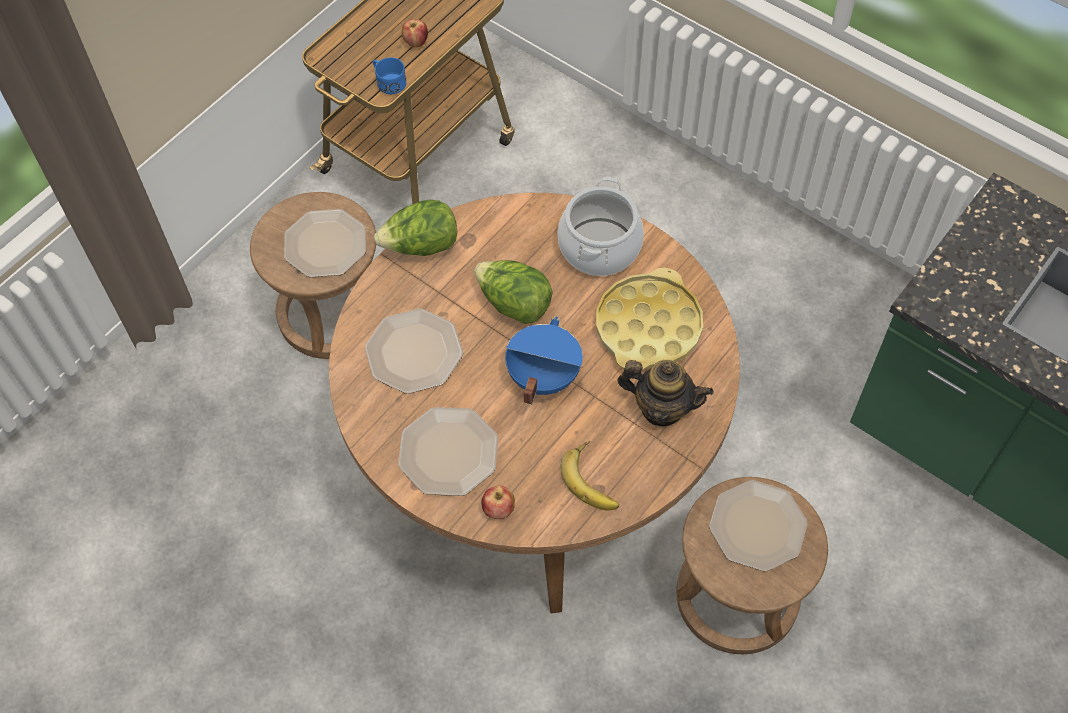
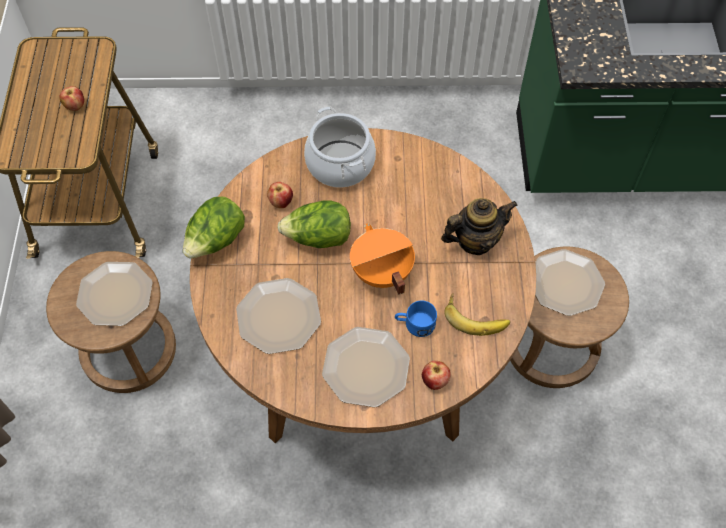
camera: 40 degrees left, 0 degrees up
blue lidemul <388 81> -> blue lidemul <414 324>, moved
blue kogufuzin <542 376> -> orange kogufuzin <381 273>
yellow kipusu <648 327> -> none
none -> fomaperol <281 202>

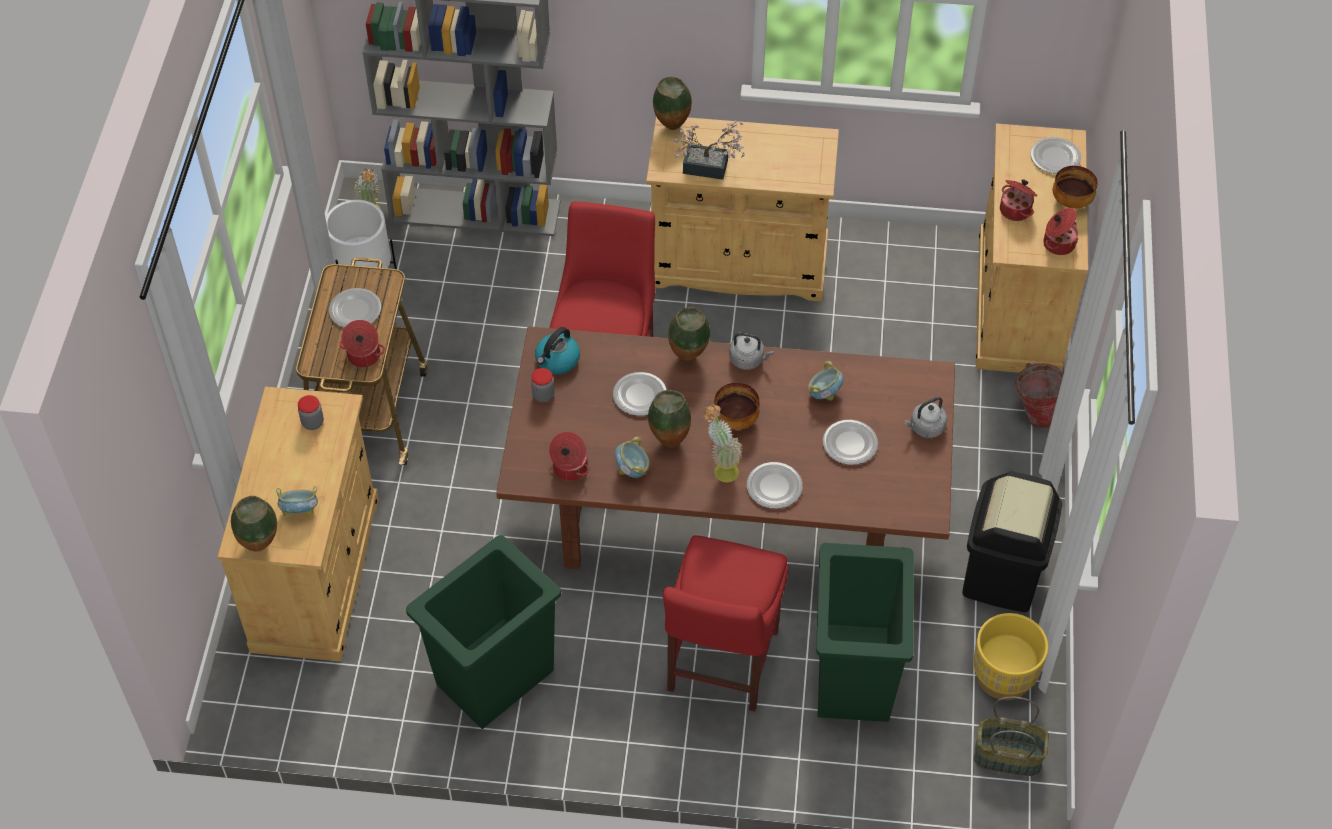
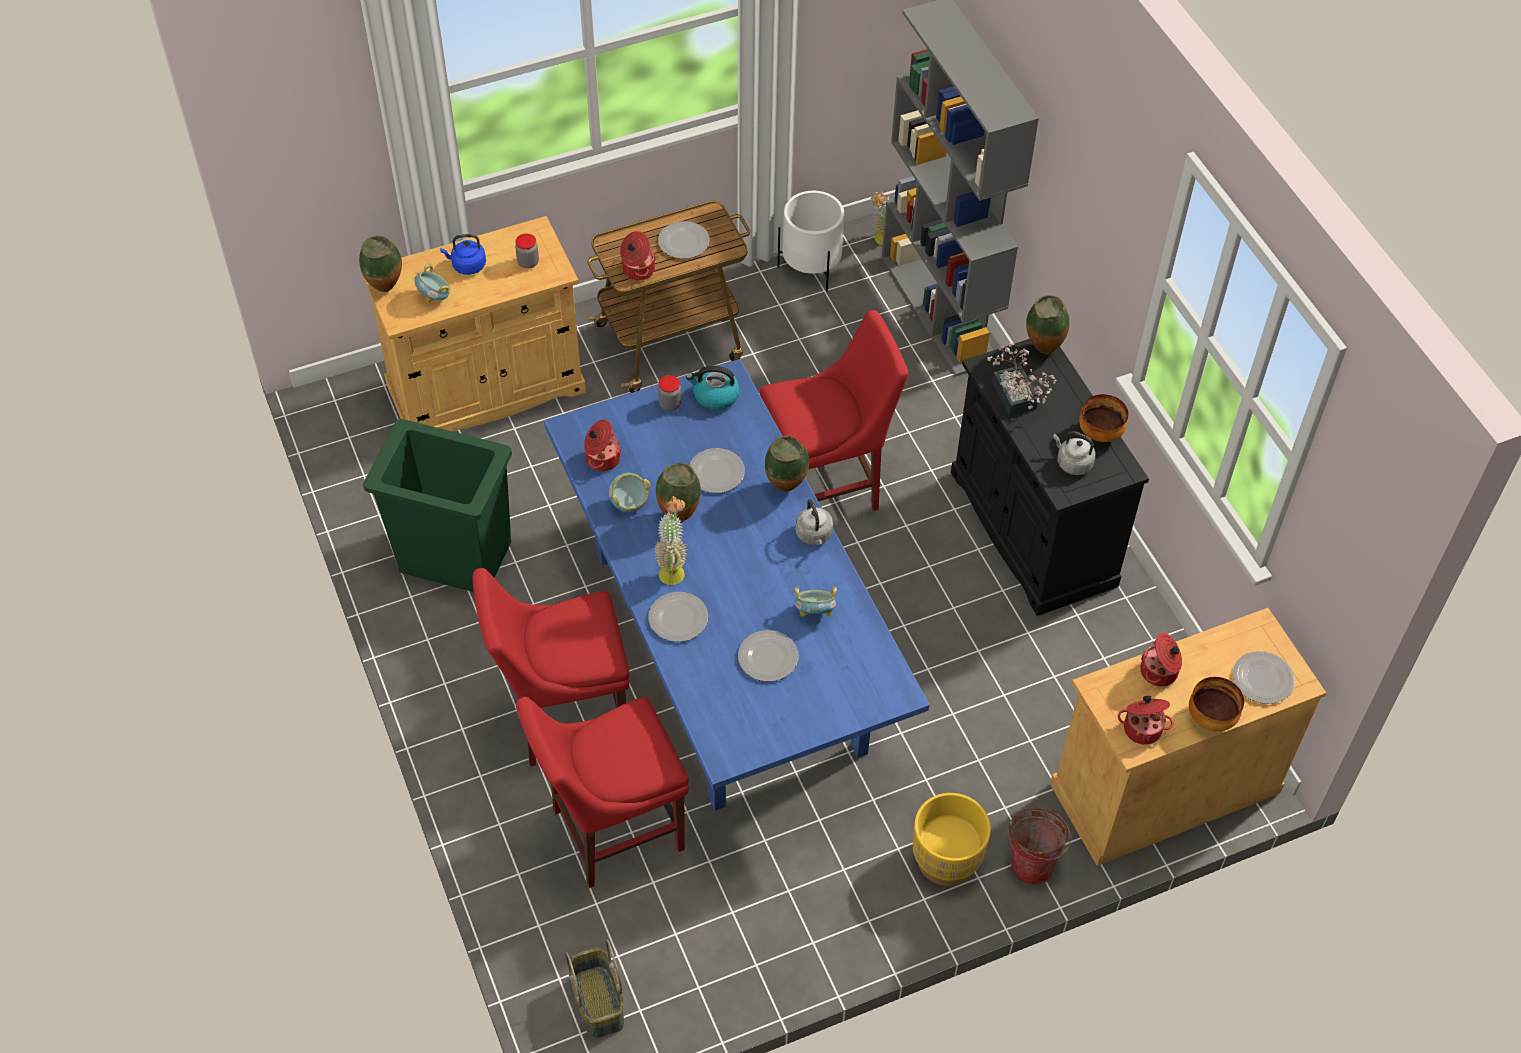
camera: 60 degrees right, 0 degrees up
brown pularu <728 517> -> blue pularu <729 652>
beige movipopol <738 263> -> black movipopol <1032 528>
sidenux <736 419> -> sidenux <1100 433>, moved
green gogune <852 678> -> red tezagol <611 831>
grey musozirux <925 428> -> grey musozirux <1072 463>, moved
black gogune <1003 575> -> none
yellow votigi <1003 676> -> yellow votigi <946 859>, moved
none -> blue musozirux <467 266>

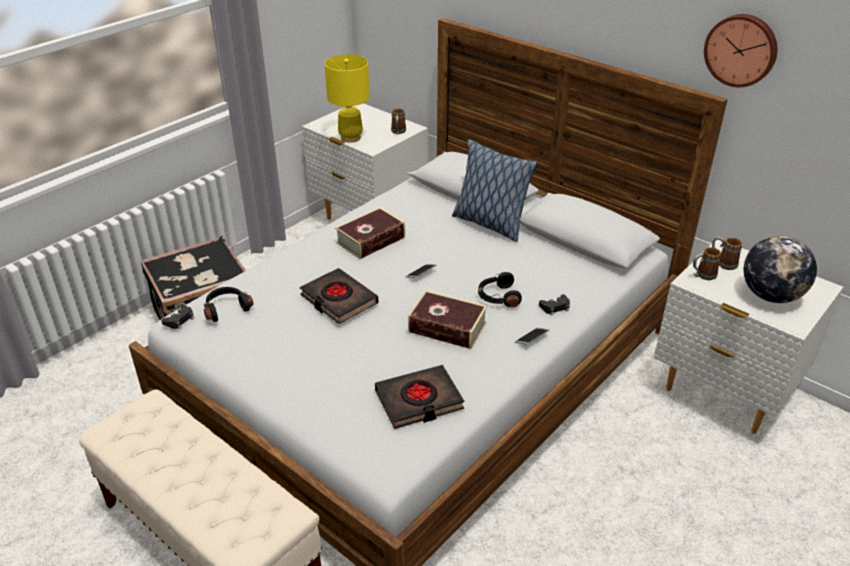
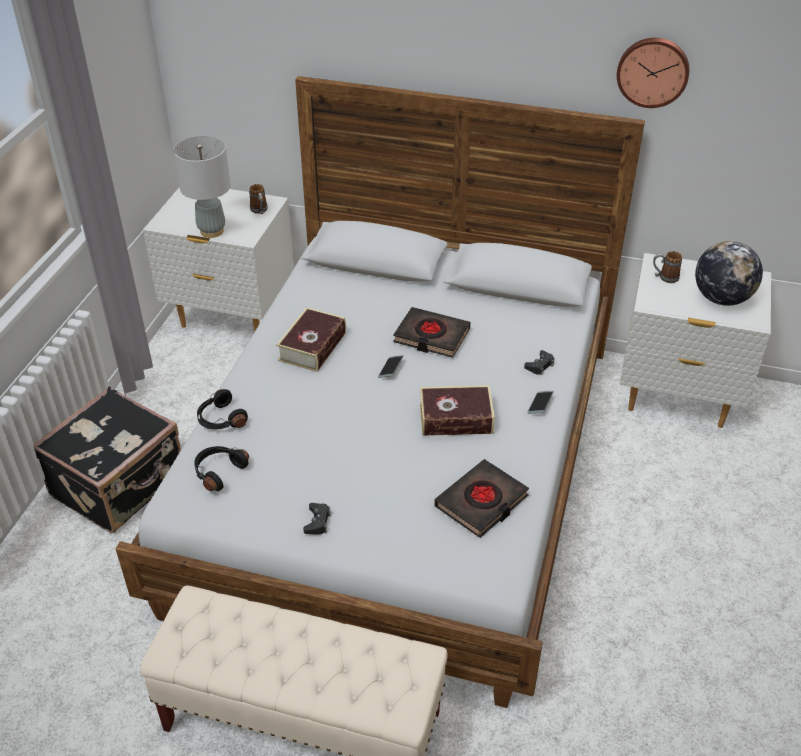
camera: 25 degrees left, 5 degrees up
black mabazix <179 320> -> black mabazix <317 522>, moved
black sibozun <338 300> -> black sibozun <431 336>, moved
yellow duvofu <351 138> -> grey duvofu <212 231>
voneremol <489 223> -> none
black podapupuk <498 297> -> black podapupuk <220 419>, moved
lidemul <702 275> -> none

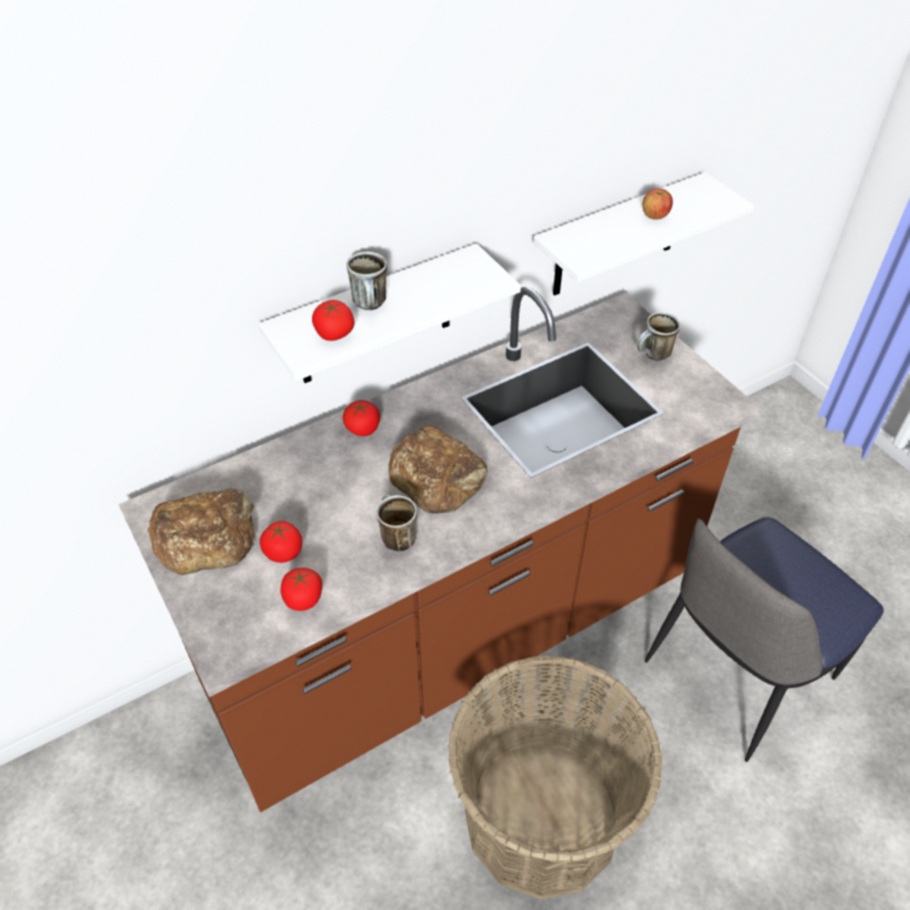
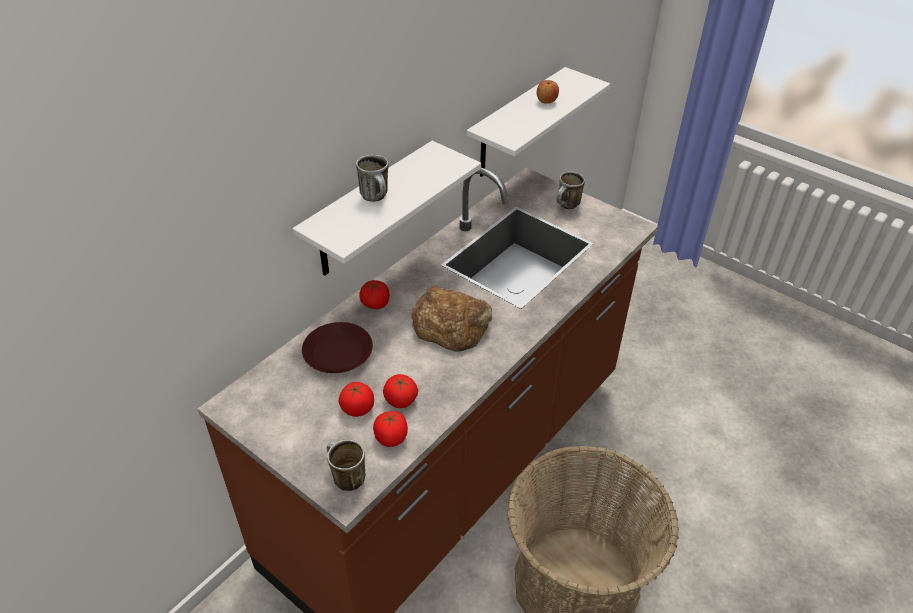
camera: 20 degrees left, 5 degrees down
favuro <205 536> -> none
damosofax <334 334> -> damosofax <400 400>, moved
lidemul <395 536> -> lidemul <345 478>, moved
tezagol <735 674> -> none
none -> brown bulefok <338 354>

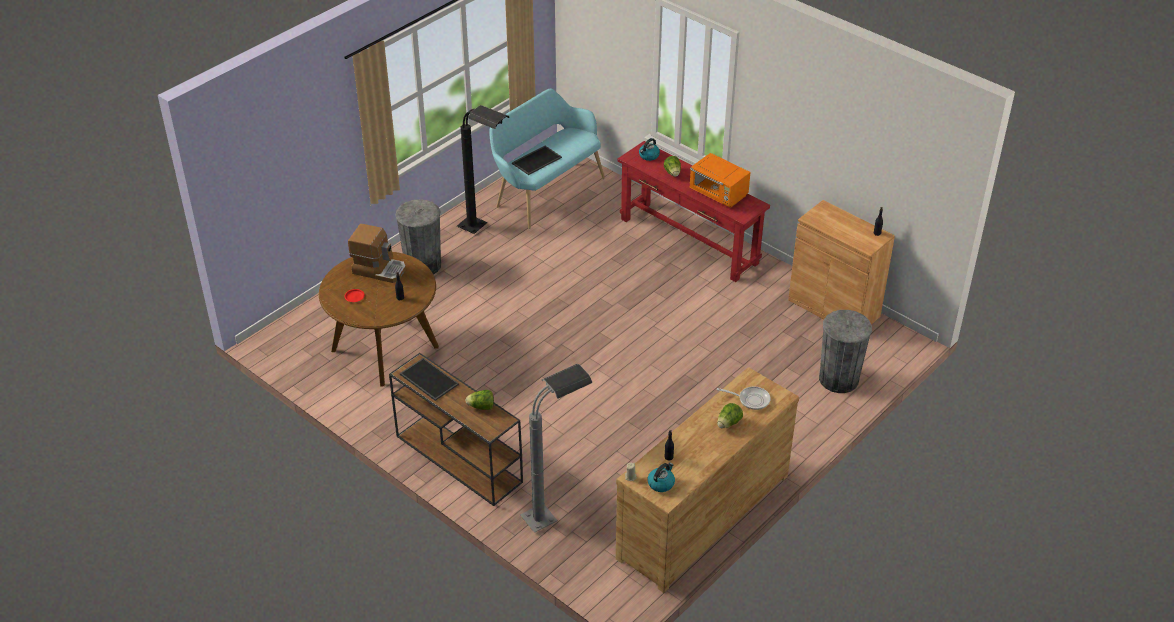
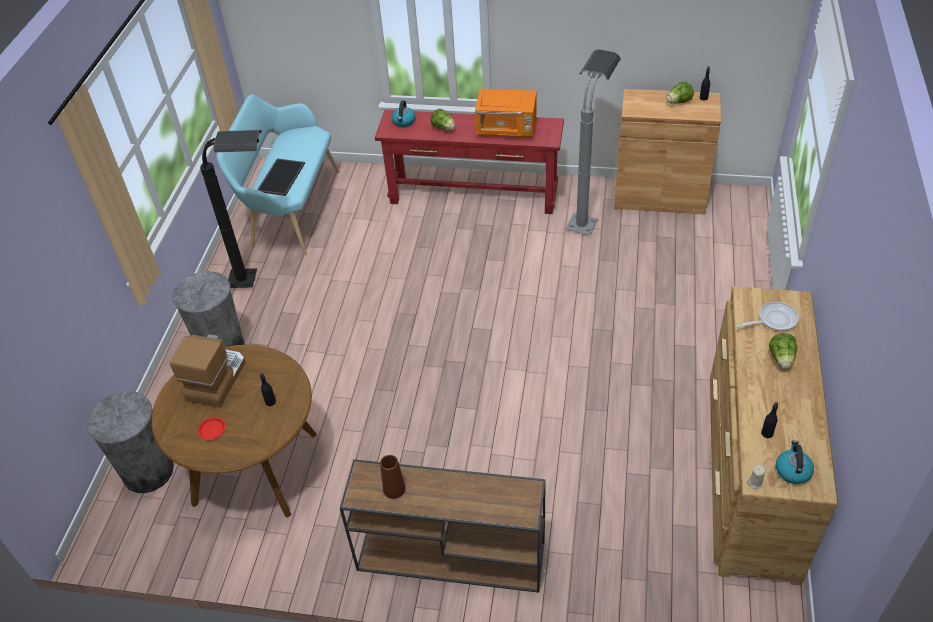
camera: 30 degrees left, 5 degrees up
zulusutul <379 269> -> zulusutul <215 380>, 60 degrees counterclockwise
kipusu <428 379> -> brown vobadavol <394 489>
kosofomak <481 407> -> kosofomak <678 102>, moved
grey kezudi <555 511> -> grey kezudi <586 214>, moved
grey gogune <839 379> -> grey gogune <148 471>, moved

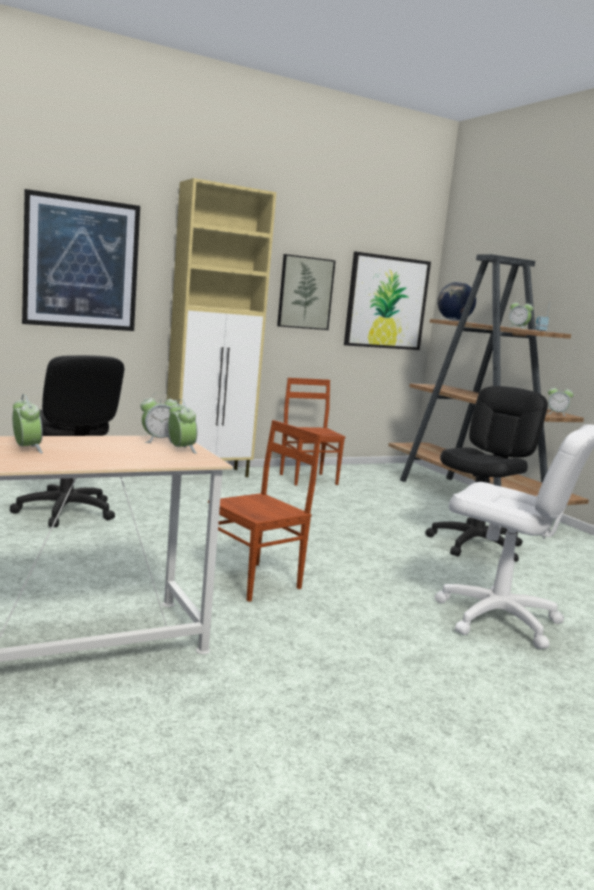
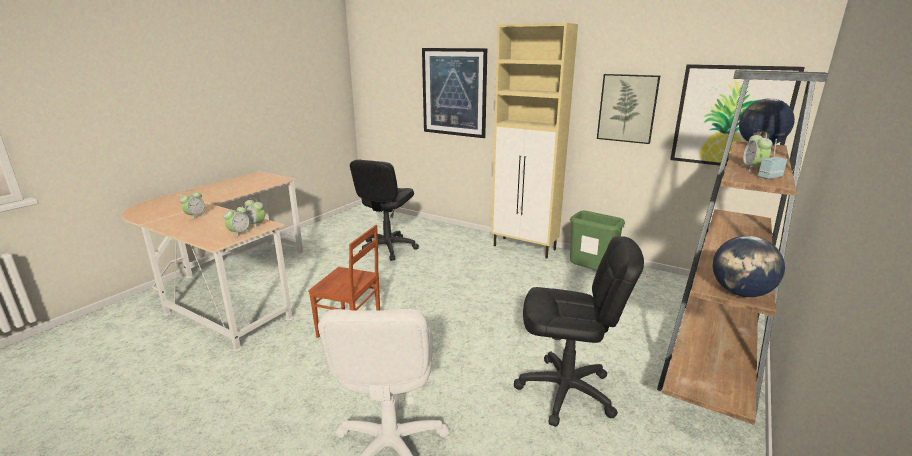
camera: 60 degrees right, 10 degrees up
brown tezagol <309 479> -> green gogune <591 274>
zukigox <557 414> -> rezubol <741 293>

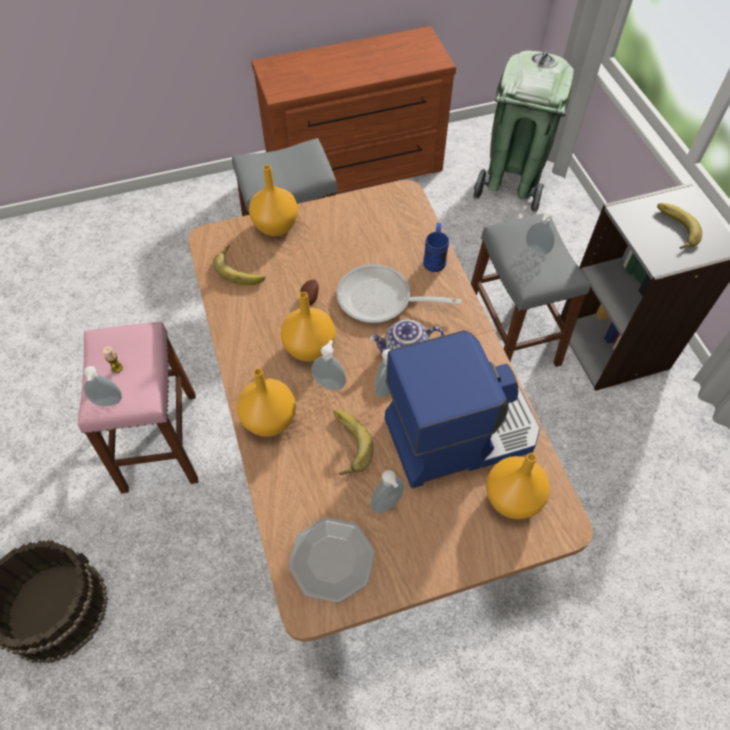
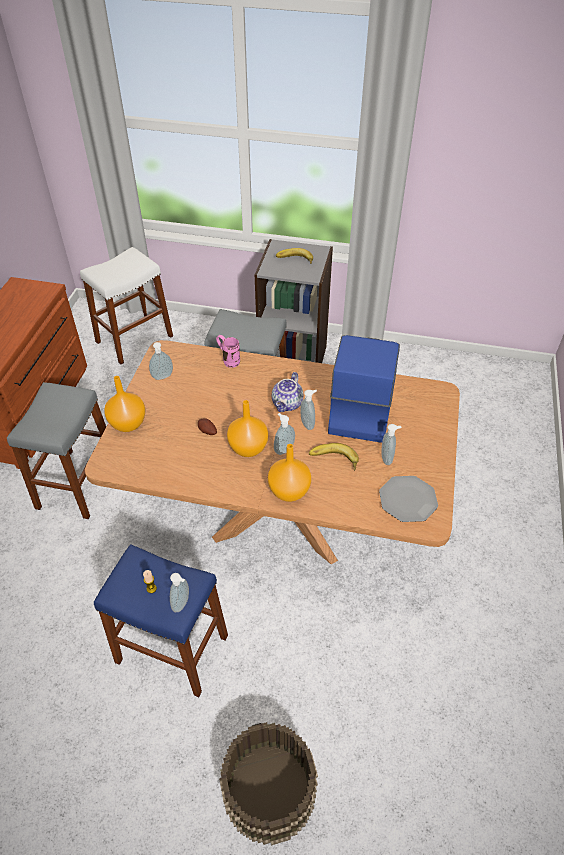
camera: 60 degrees left, 10 degrees down
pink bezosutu <160 441> -> blue bezosutu <172 649>
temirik <241 269> -> none
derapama <381 300> -> none
blue lidemul <435 259> -> pink lidemul <228 360>
green gogune <511 184> -> white bezosutu <134 339>
orange vobadavol <513 498> -> none
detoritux <536 251> -> detoritux <163 377>, moved

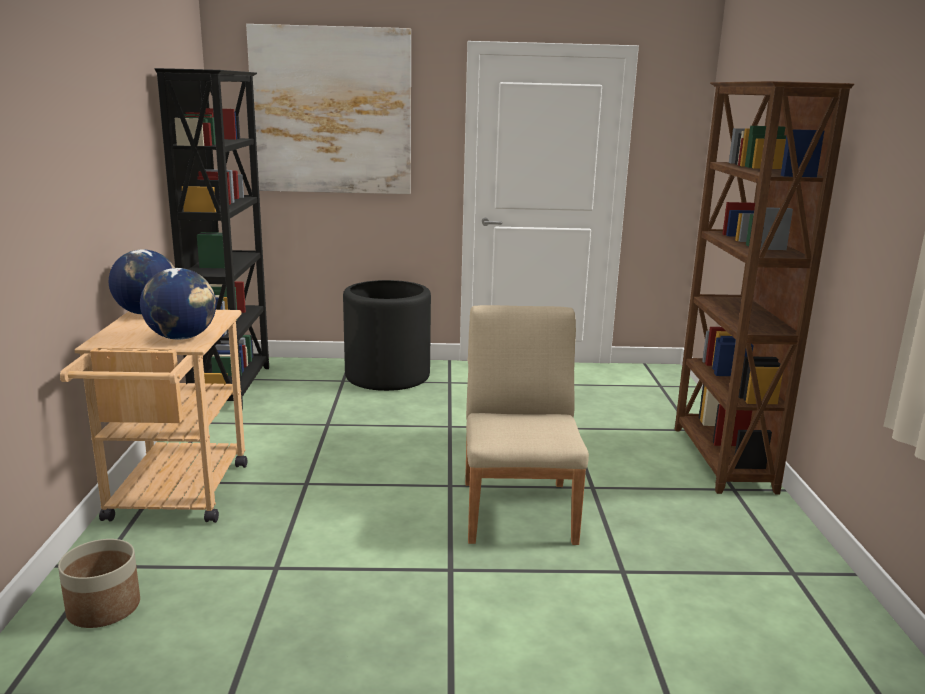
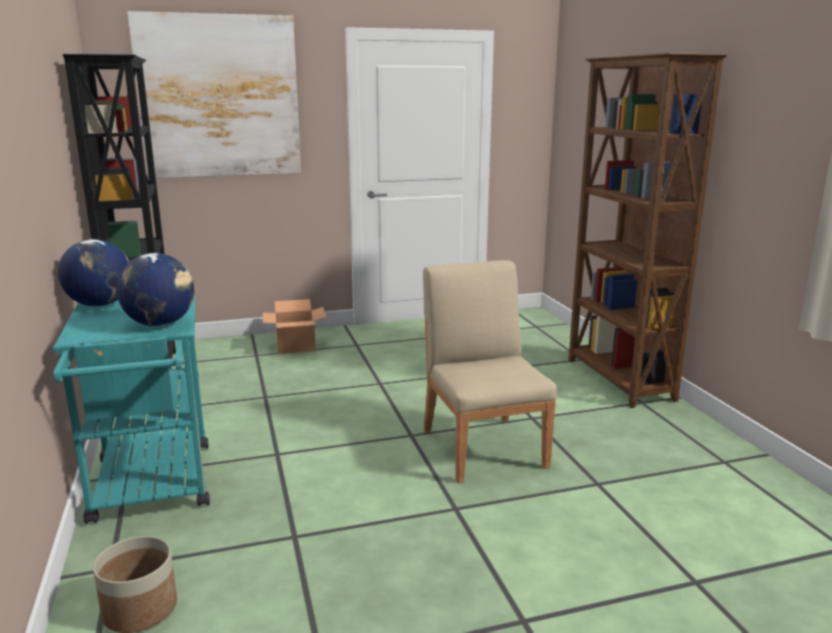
camera: 15 degrees left, 0 degrees up
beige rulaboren <175 498> -> turquoise rulaboren <152 489>
black votigi <388 376> -> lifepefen <296 346>

